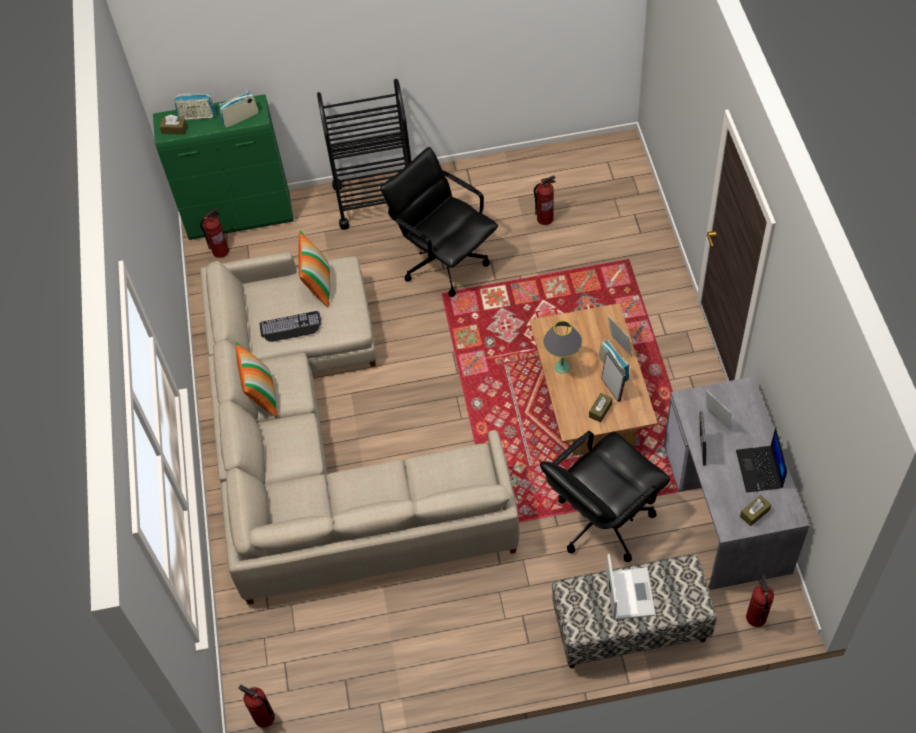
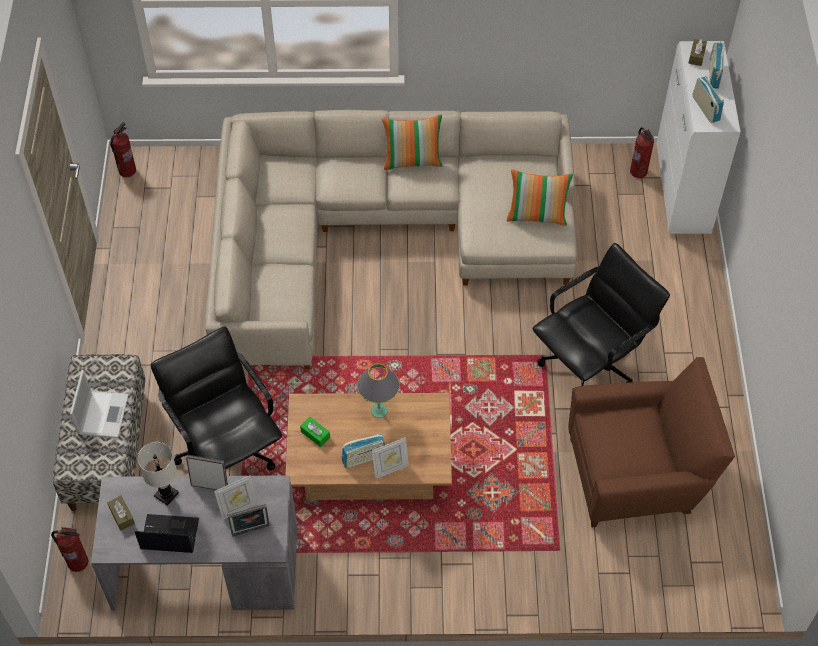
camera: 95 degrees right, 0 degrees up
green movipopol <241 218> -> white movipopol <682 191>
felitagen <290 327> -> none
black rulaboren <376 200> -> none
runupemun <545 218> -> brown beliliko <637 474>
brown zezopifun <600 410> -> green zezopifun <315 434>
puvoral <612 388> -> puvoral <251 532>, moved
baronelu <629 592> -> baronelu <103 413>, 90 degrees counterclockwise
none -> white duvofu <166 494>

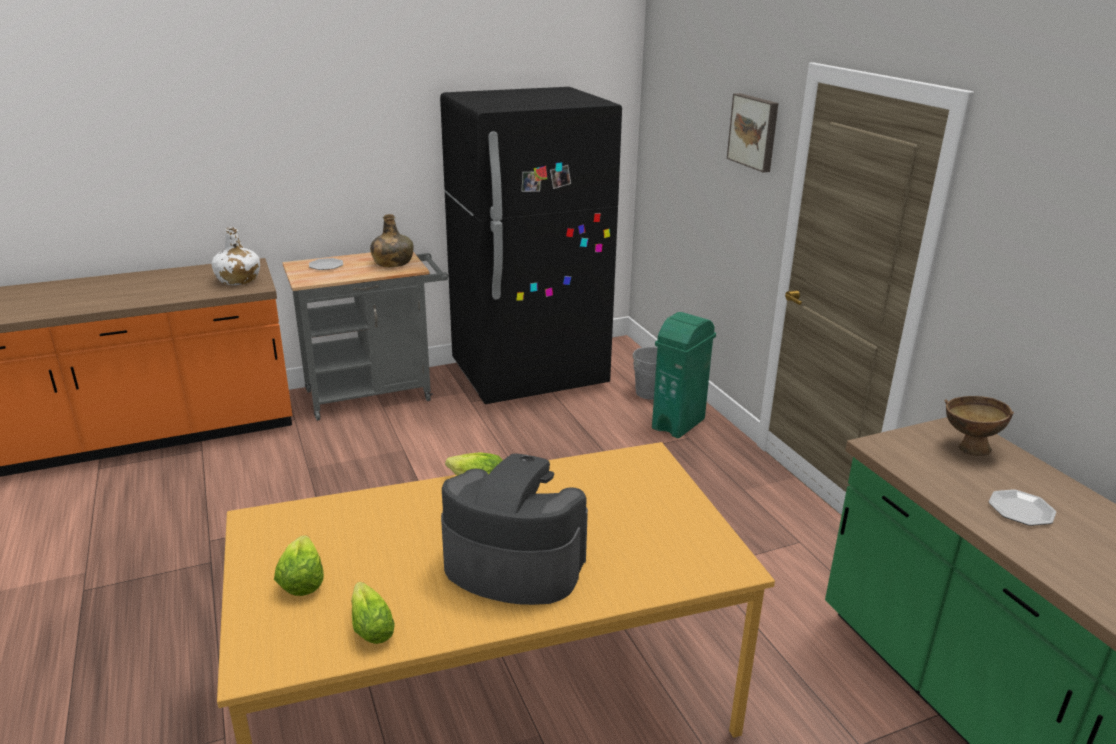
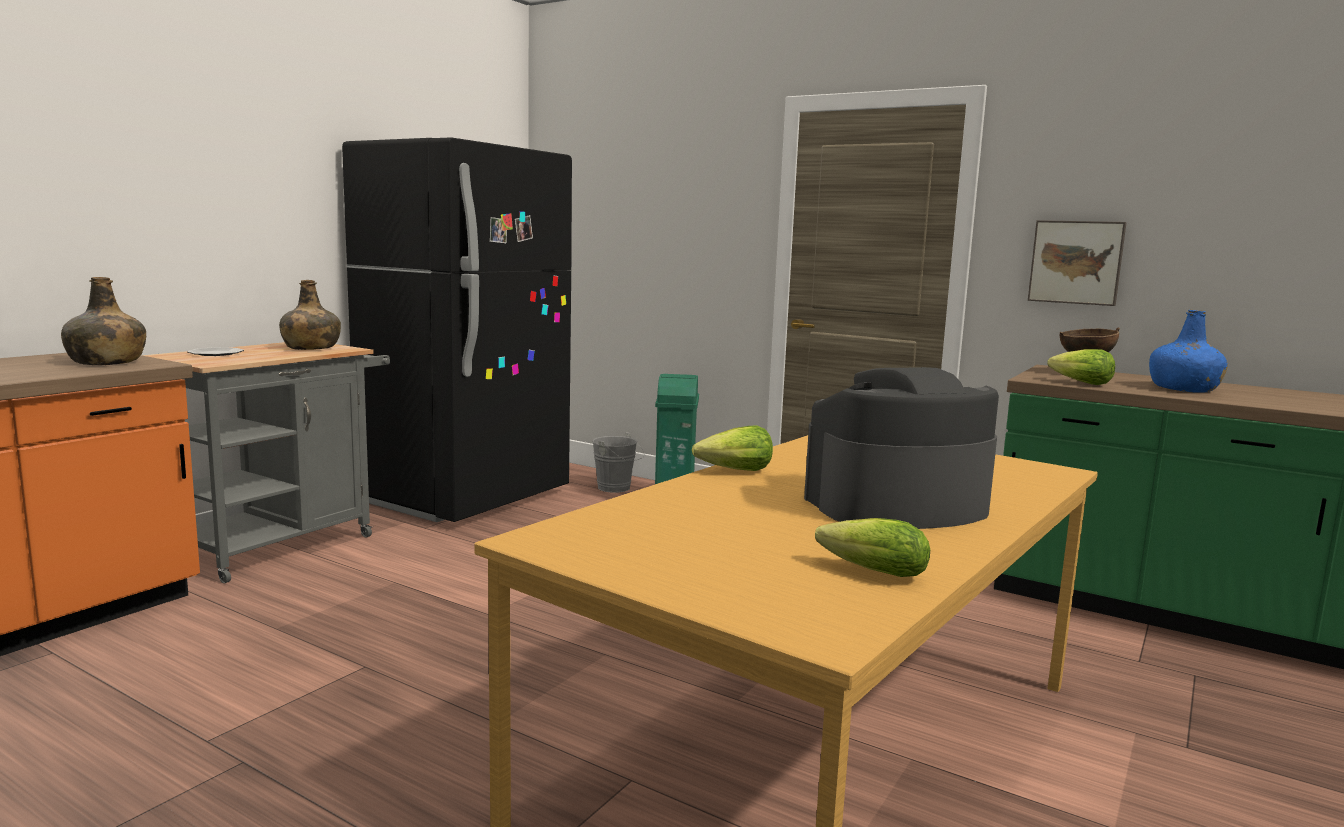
camera: 35 degrees left, 15 degrees down
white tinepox <238 280> -> green tinepox <106 362>
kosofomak <301 580> -> kosofomak <1081 383>, moved
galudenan <754 131> -> galudenan <1076 262>, moved
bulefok <1021 510> -> blue tinepox <1184 389>

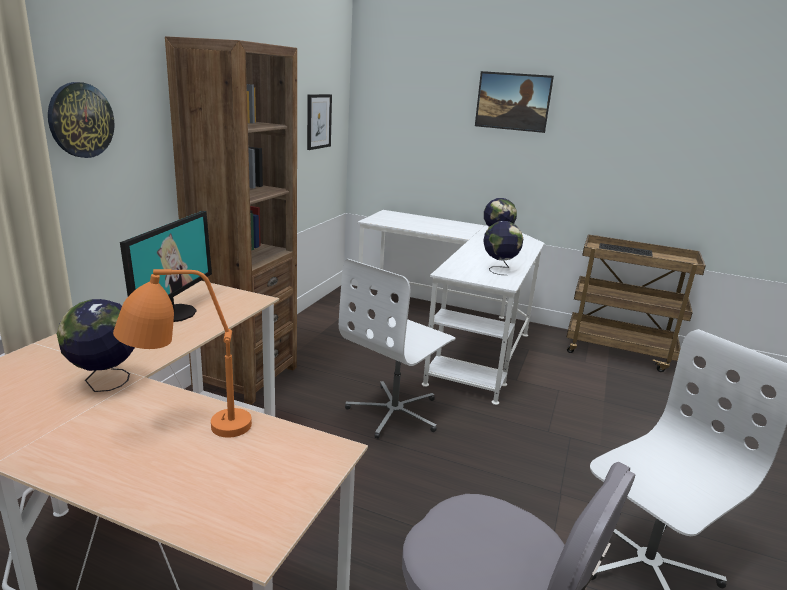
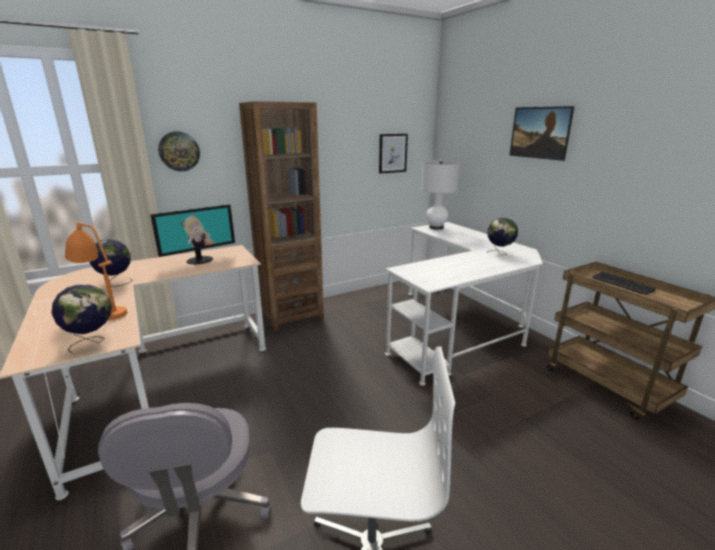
camera: 40 degrees right, 0 degrees up
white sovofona <395 412> -> none
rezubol <499 269> -> rezubol <91 342>, moved
none -> white duvofu <436 227>

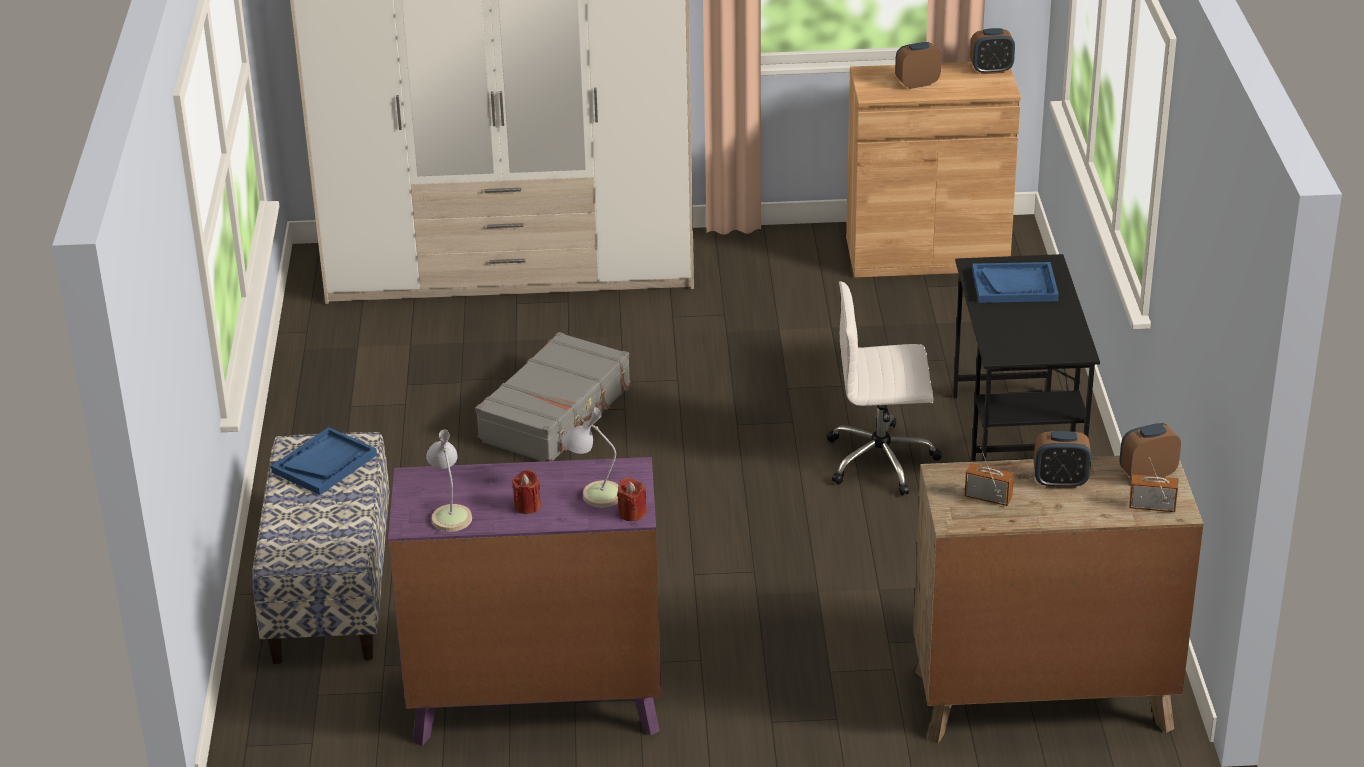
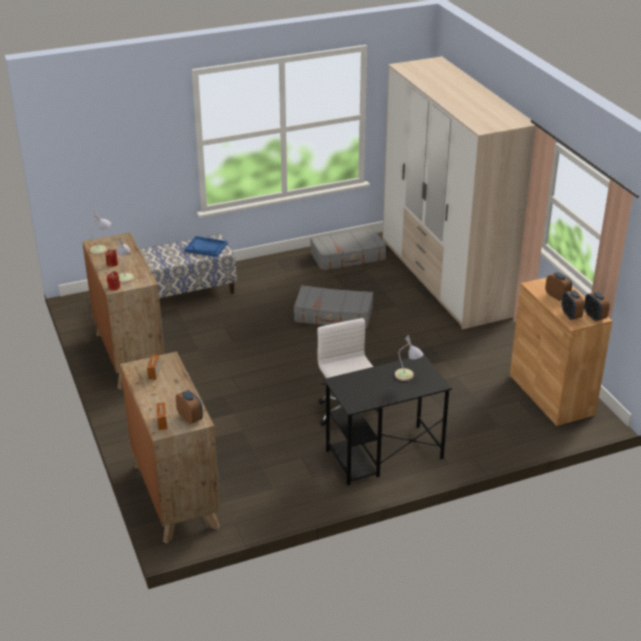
camera: 70 degrees right, 0 degrees up
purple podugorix <536 703> -> brown podugorix <129 355>
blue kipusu <1014 285> -> duvofu <408 376>
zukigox <1060 482> -> zukigox <570 315>, moved
none -> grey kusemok <348 257>

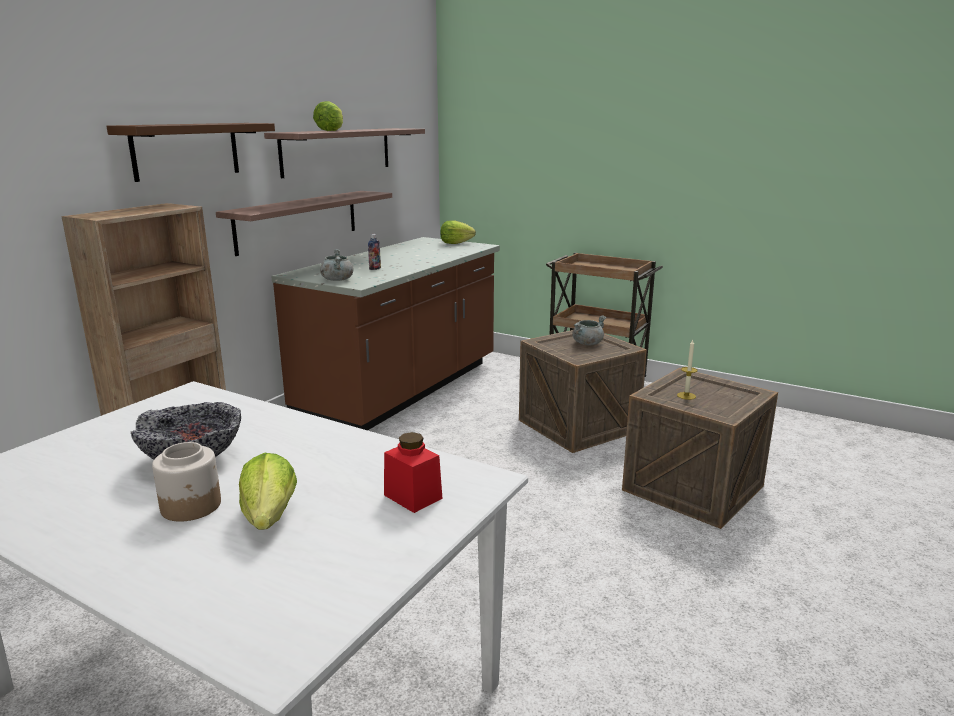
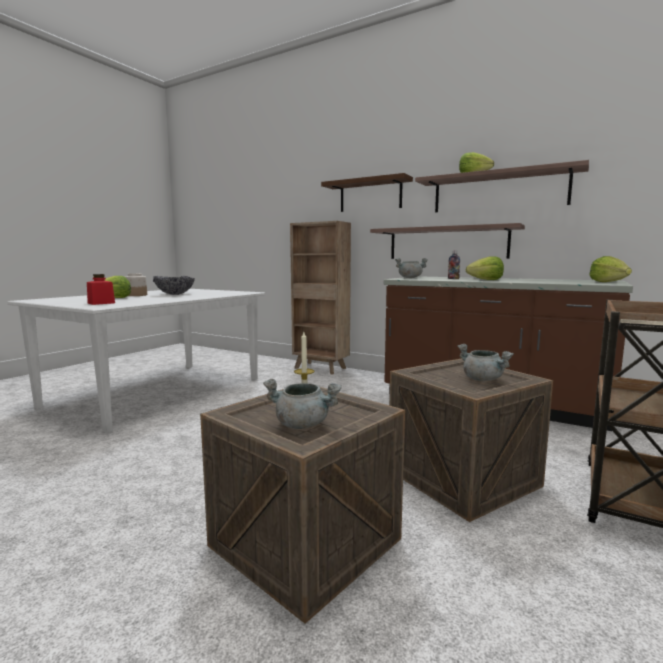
camera: 90 degrees right, 10 degrees down
none -> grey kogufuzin <303 424>
none -> kosofomak <486 280>

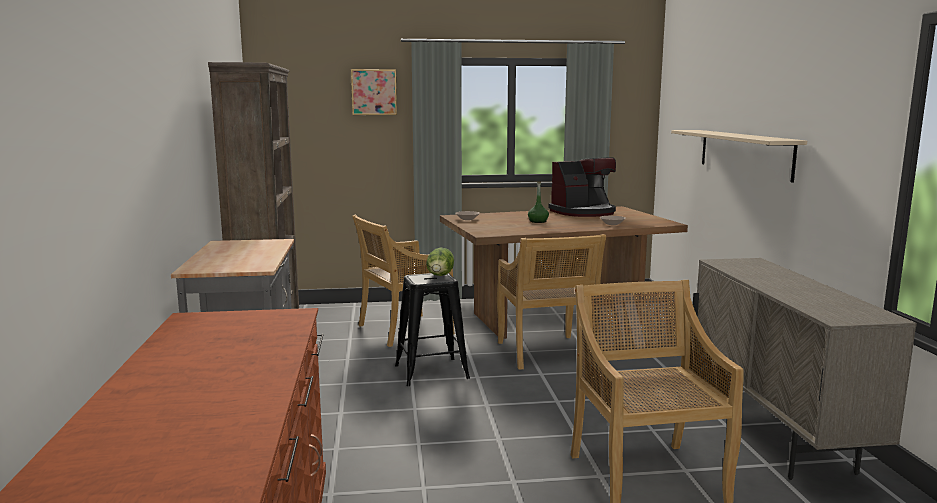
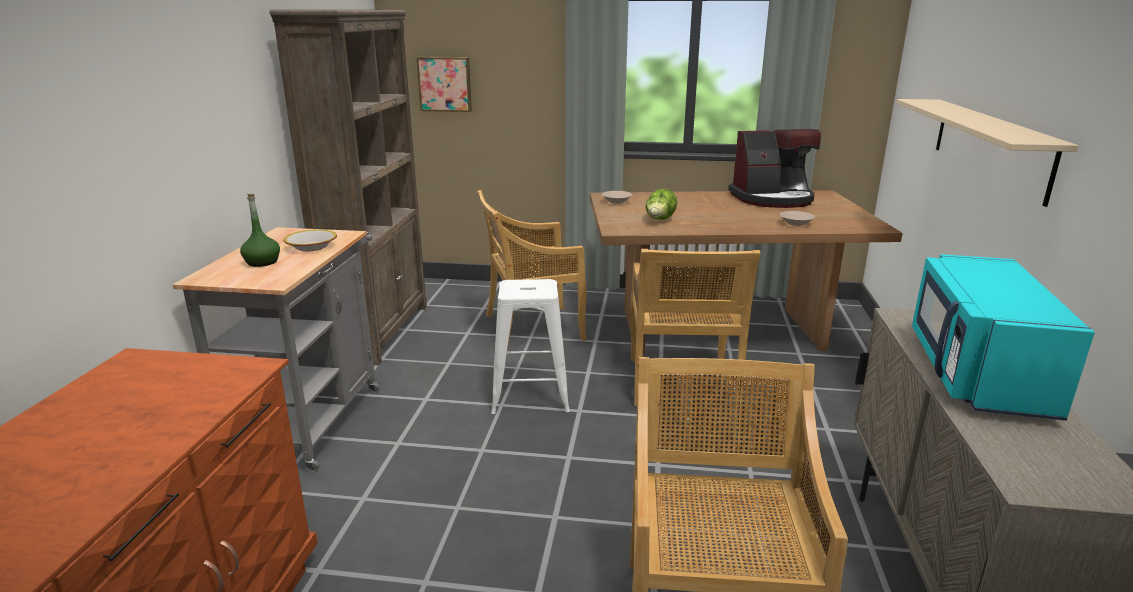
camera: 15 degrees right, 10 degrees up
galudenan <374 92> -> galudenan <445 84>, moved
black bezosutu <431 372> -> white bezosutu <529 395>
kosofomak <440 276> -> kosofomak <660 220>, moved
green tinepox <538 221> -> green tinepox <262 262>, moved
none -> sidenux <311 247>
none -> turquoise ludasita <975 372>

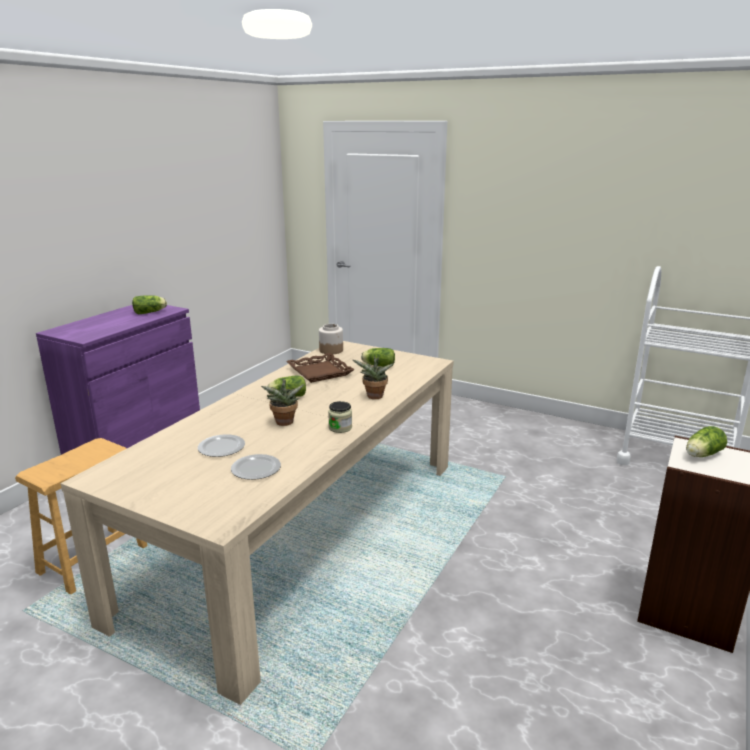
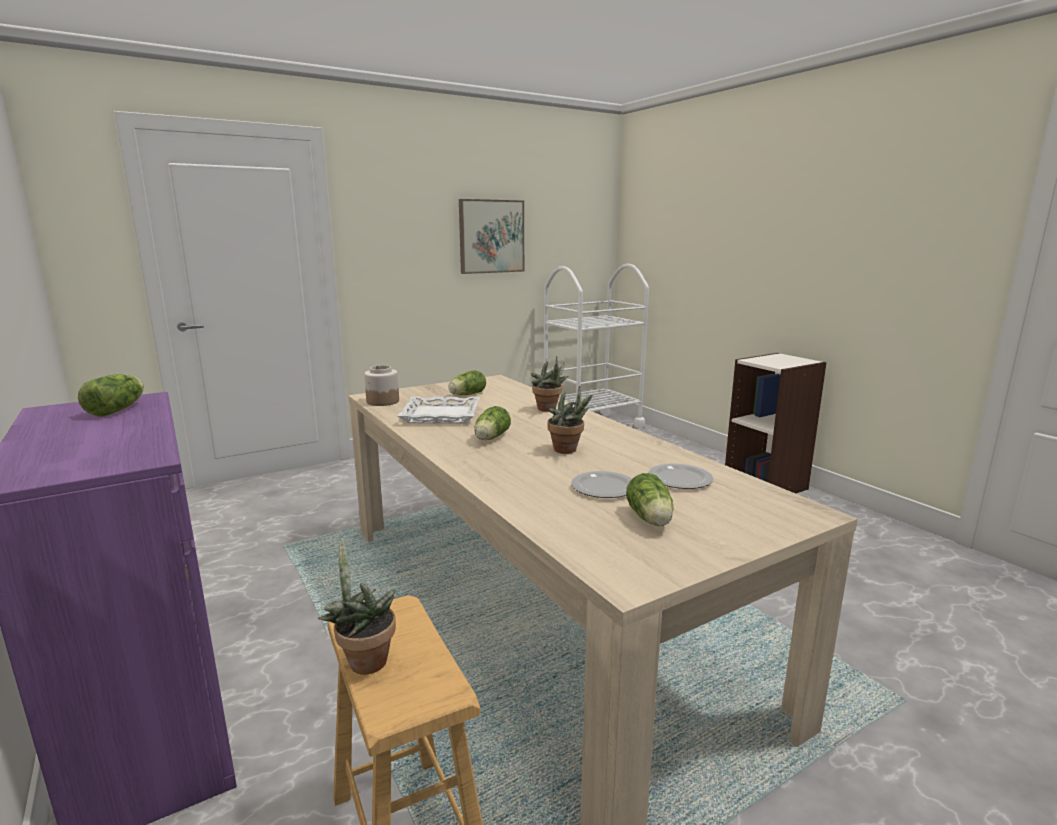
camera: 60 degrees left, 5 degrees down
brown kipusu <320 372> -> white kipusu <441 415>
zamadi <340 428> -> none
kosofomak <701 455> -> kosofomak <650 519>, moved
none -> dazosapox <364 660>
none -> galudenan <491 236>

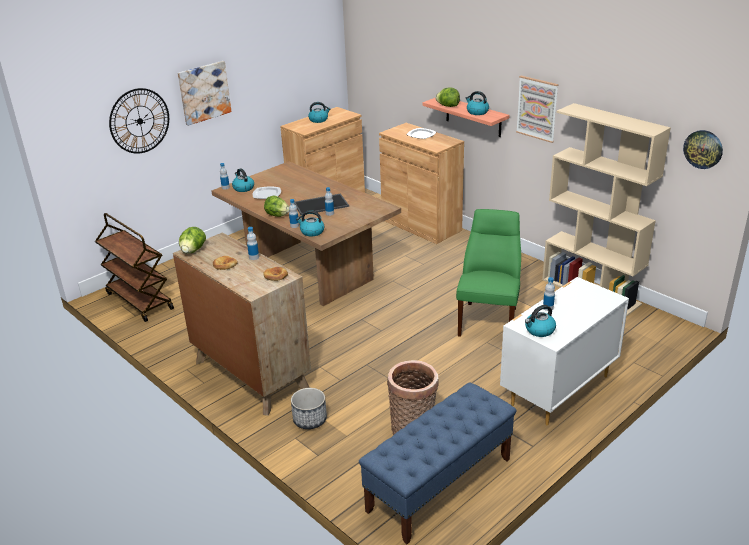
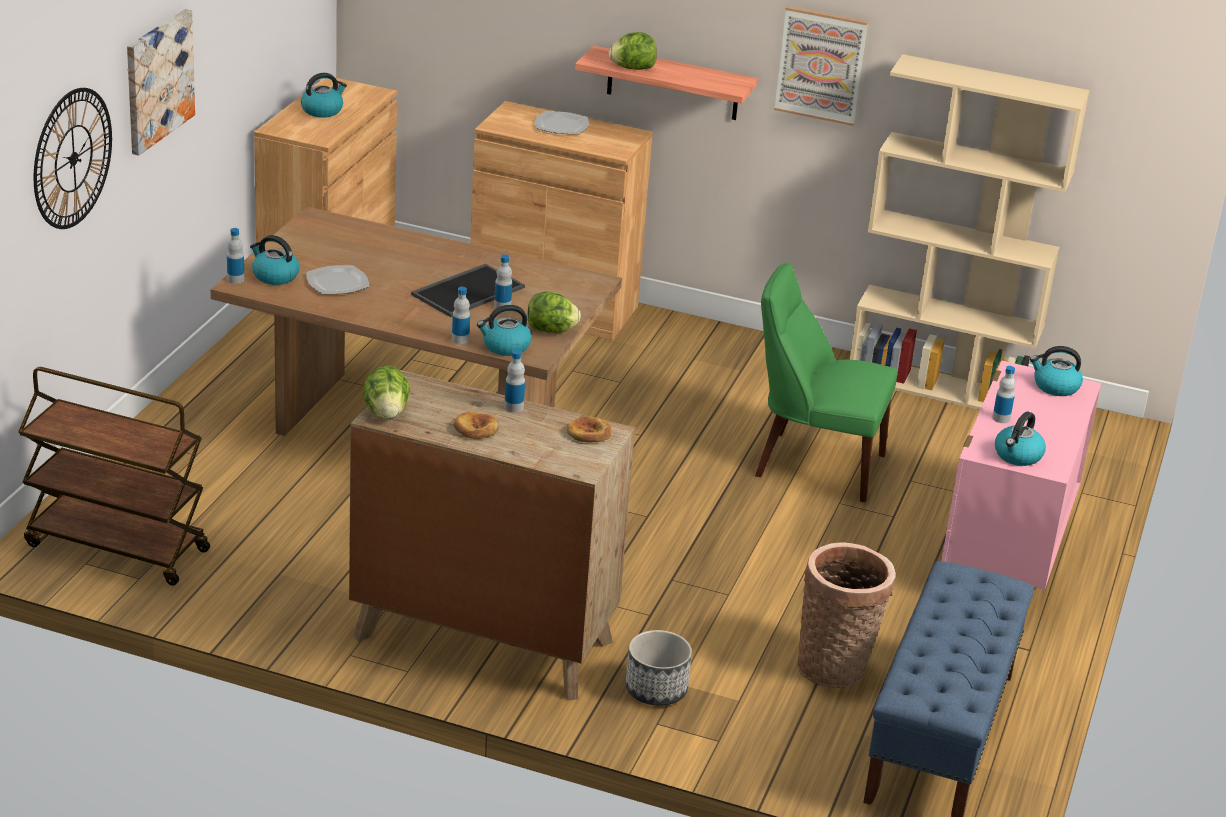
camera: 30 degrees left, 0 degrees up
kosofomak <277 215> -> kosofomak <551 330>, moved
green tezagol <489 319> -> green tezagol <813 464>, 60 degrees counterclockwise
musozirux <477 112> -> musozirux <1055 386>, moved
white podugorix <558 390> -> pink podugorix <1004 558>
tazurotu <703 149> -> none

